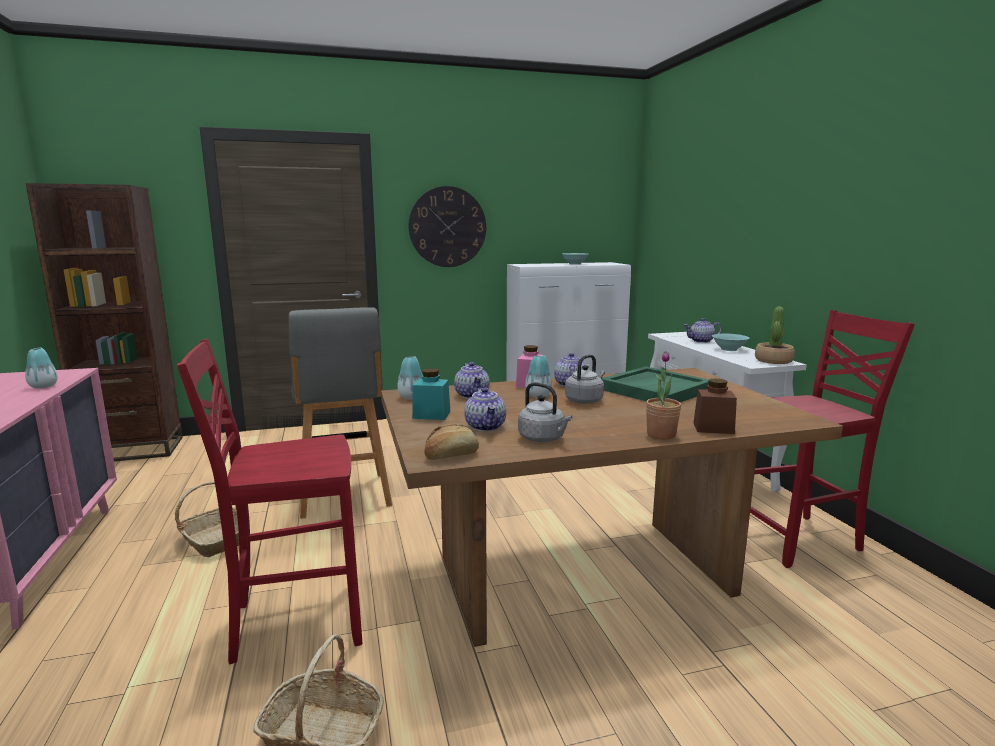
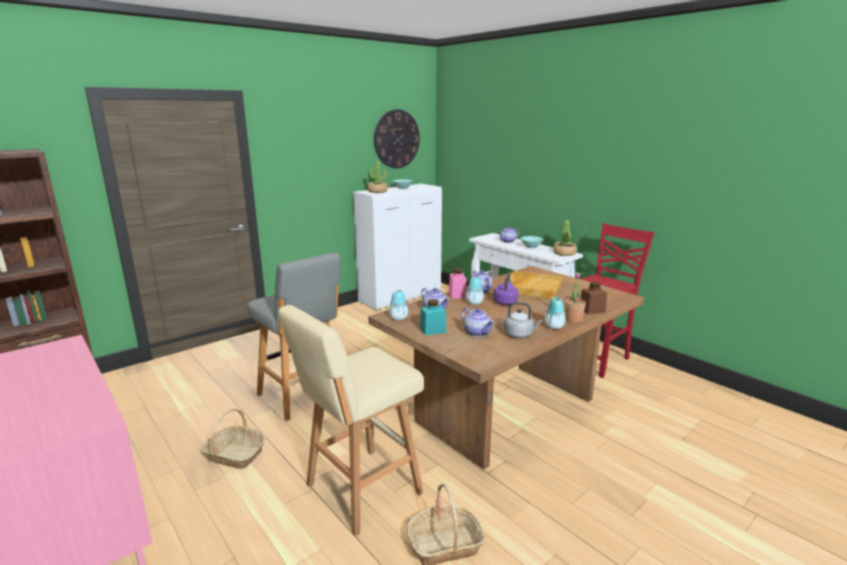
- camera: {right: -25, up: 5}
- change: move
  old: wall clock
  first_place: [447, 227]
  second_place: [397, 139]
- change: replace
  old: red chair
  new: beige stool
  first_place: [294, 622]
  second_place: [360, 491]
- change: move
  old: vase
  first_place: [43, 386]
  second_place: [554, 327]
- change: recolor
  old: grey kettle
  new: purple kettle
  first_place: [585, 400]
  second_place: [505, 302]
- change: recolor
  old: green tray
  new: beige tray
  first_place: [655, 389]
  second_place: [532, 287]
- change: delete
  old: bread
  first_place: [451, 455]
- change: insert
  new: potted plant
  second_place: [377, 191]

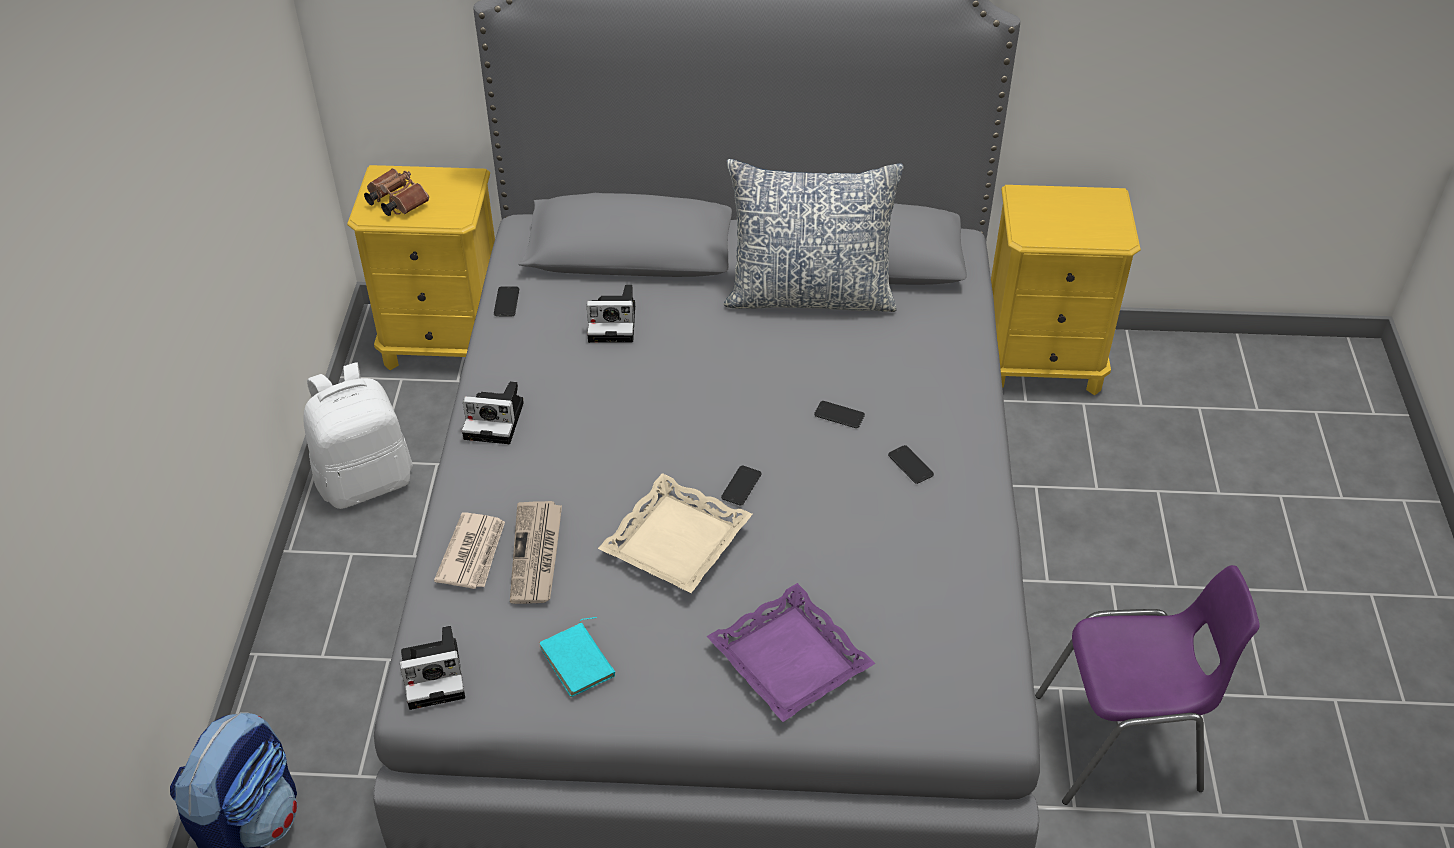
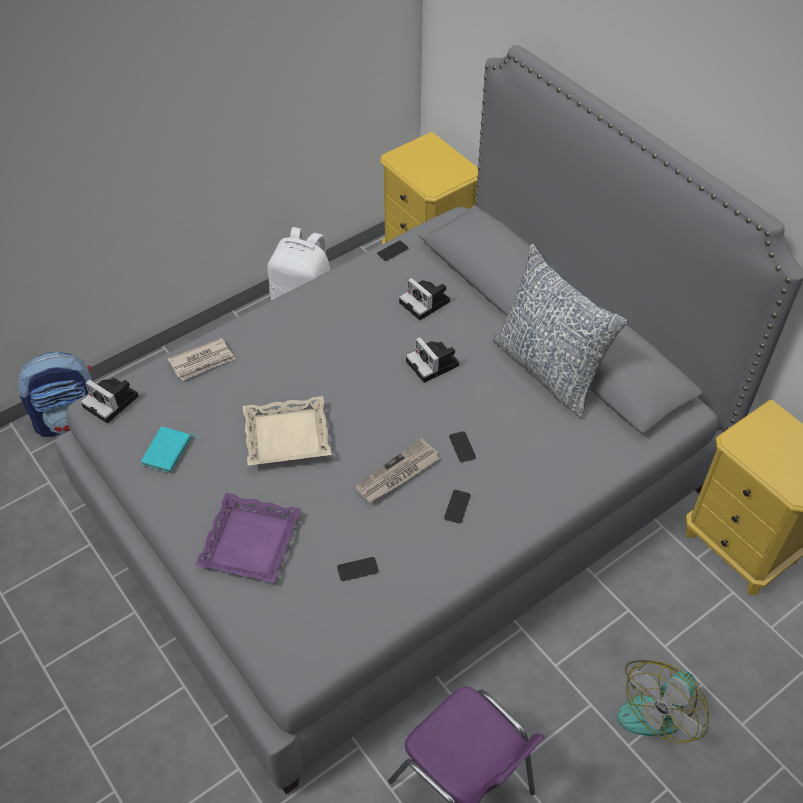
- camera: {right: 50, up: 5}
- change: delete
  old: brown binoculars
  first_place: [395, 202]
- change: move
  old: photo camera
  first_place: [497, 420]
  second_place: [434, 364]
- change: move
  old: phone
  first_place: [741, 486]
  second_place: [357, 569]
- change: move
  old: newspaper
  first_place: [537, 555]
  second_place: [397, 474]
- change: insert
  new: fan
  second_place: [659, 706]

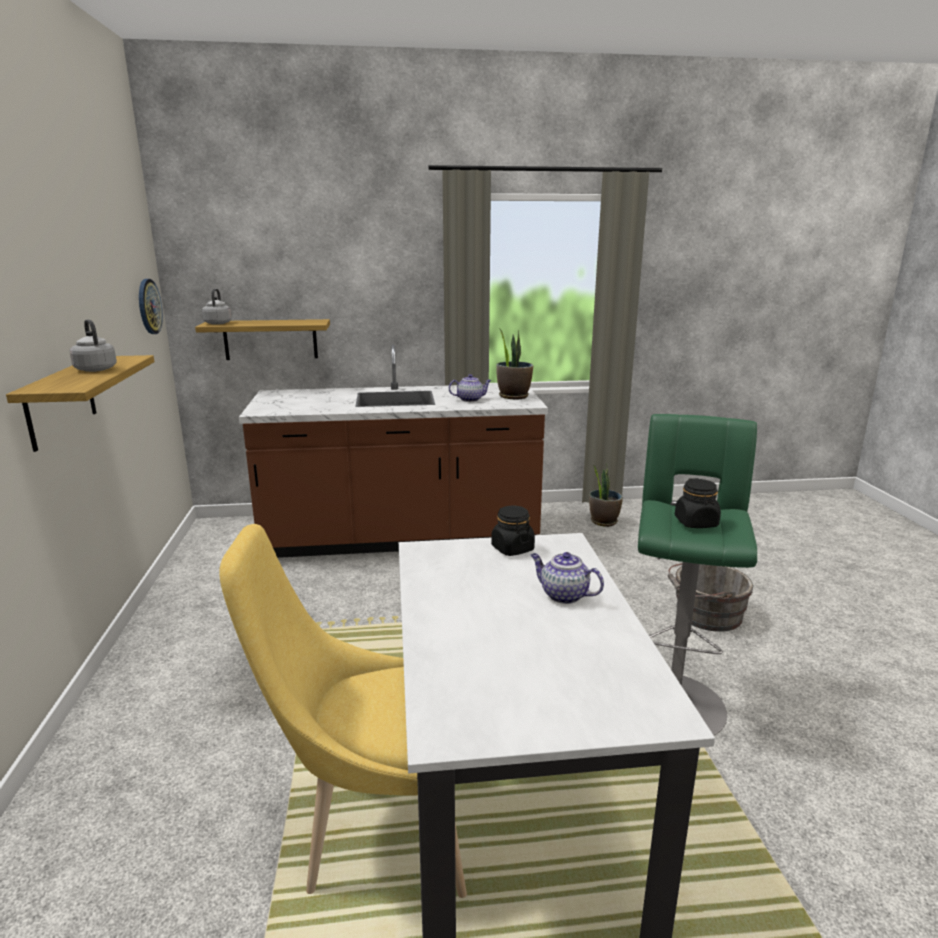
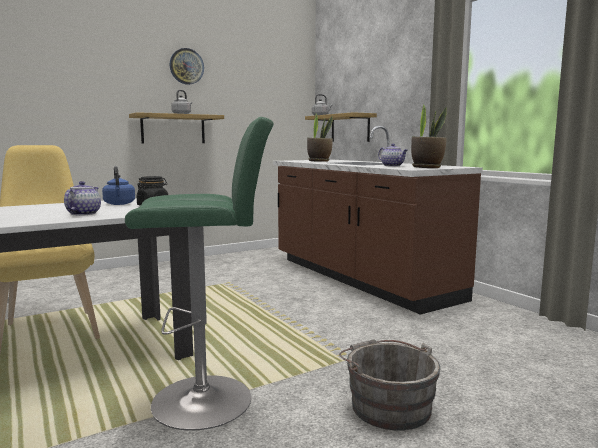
- camera: {right: 65, up: -10}
- change: move
  old: wall clock
  first_place: [149, 306]
  second_place: [186, 66]
- change: move
  old: potted plant
  first_place: [603, 521]
  second_place: [319, 161]
- change: delete
  old: black jar
  first_place: [696, 523]
- change: insert
  new: blue kettle
  second_place: [119, 204]

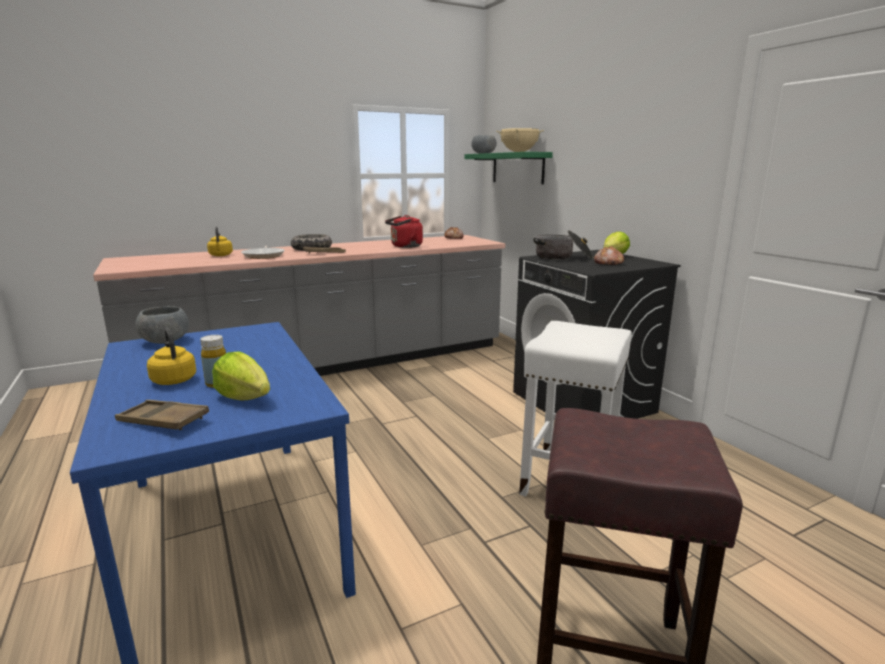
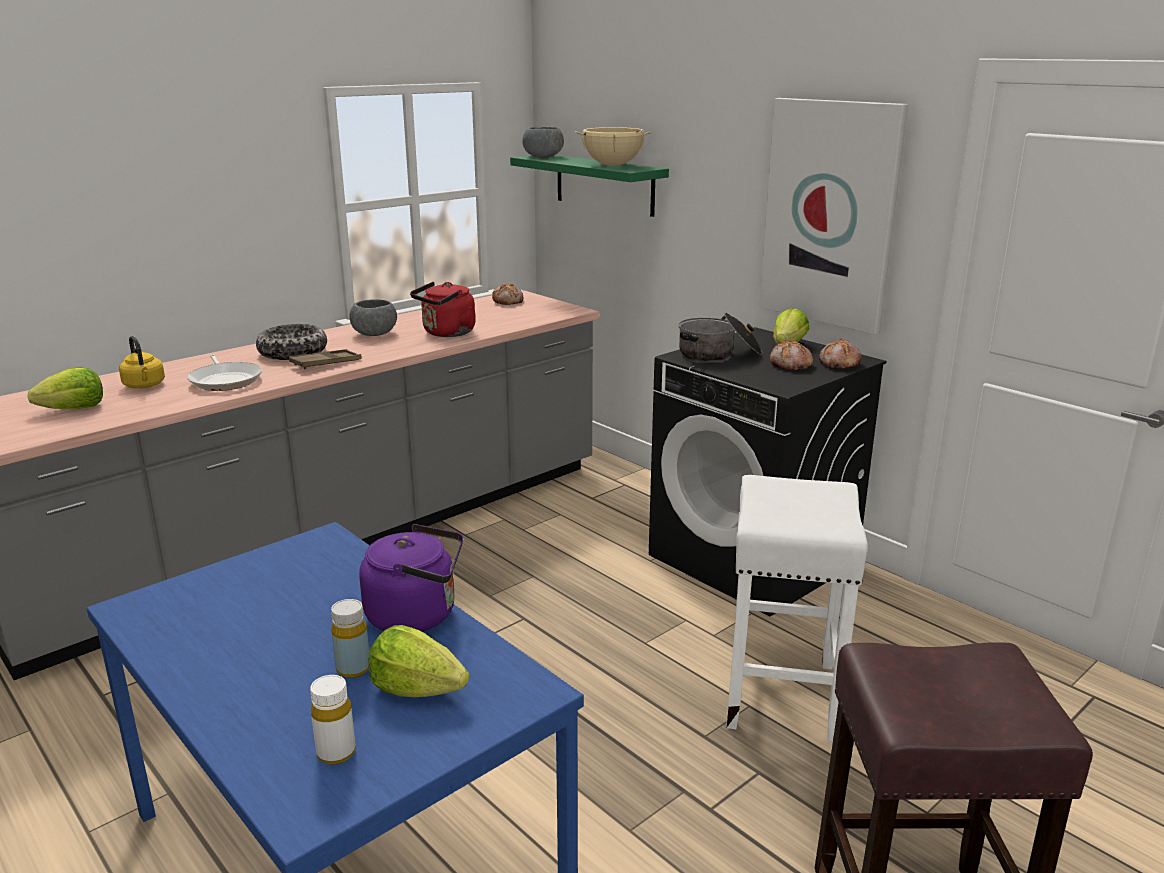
- camera: {right: -15, up: 5}
- change: move
  old: grey bowl
  first_place: [165, 341]
  second_place: [375, 334]
- change: delete
  old: yellow kettle
  first_place: [174, 379]
- change: replace
  old: brown tray
  new: white bottle
  first_place: [163, 421]
  second_place: [336, 753]
- change: insert
  new: picture
  second_place: [830, 214]
- change: insert
  new: bread
  second_place: [838, 363]
- change: insert
  new: lettuce
  second_place: [74, 409]
- change: insert
  new: purple kettle
  second_place: [417, 615]

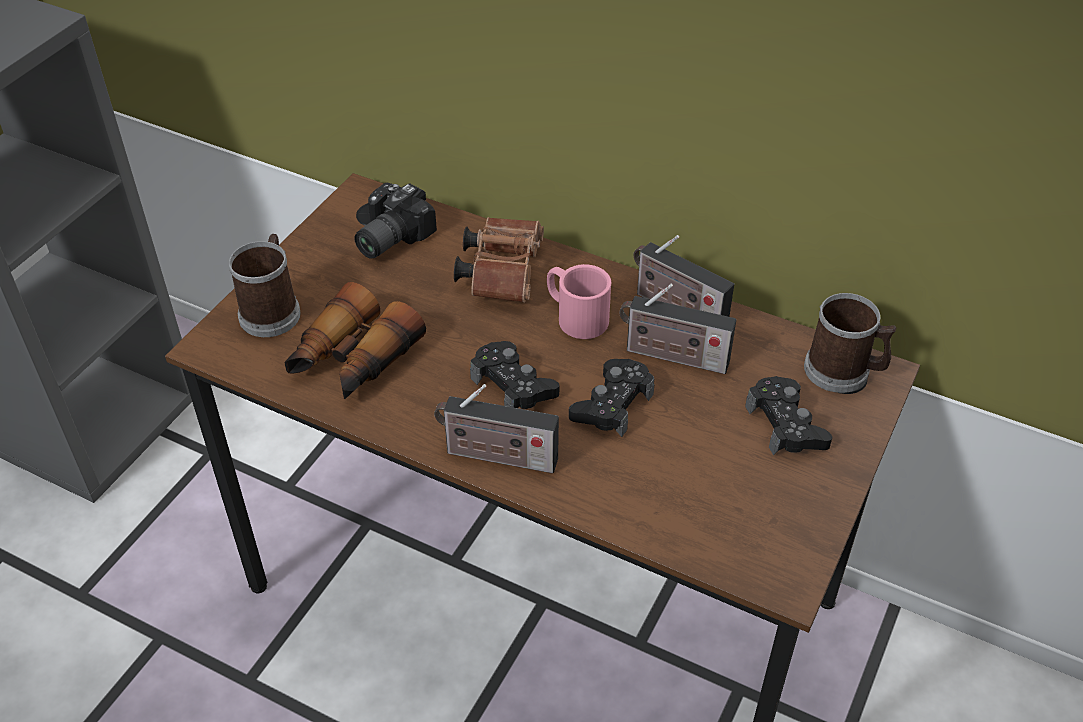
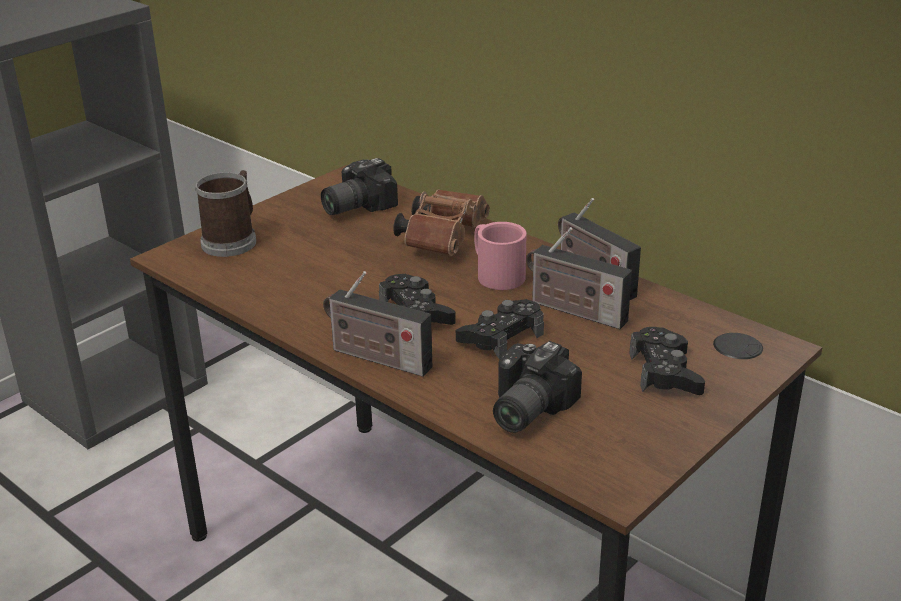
- camera: {right: 15, up: -15}
- change: delete
  old: binoculars
  first_place: [352, 360]
- change: delete
  old: mug
  first_place: [844, 371]
- change: insert
  new: photo camera
  second_place: [523, 408]

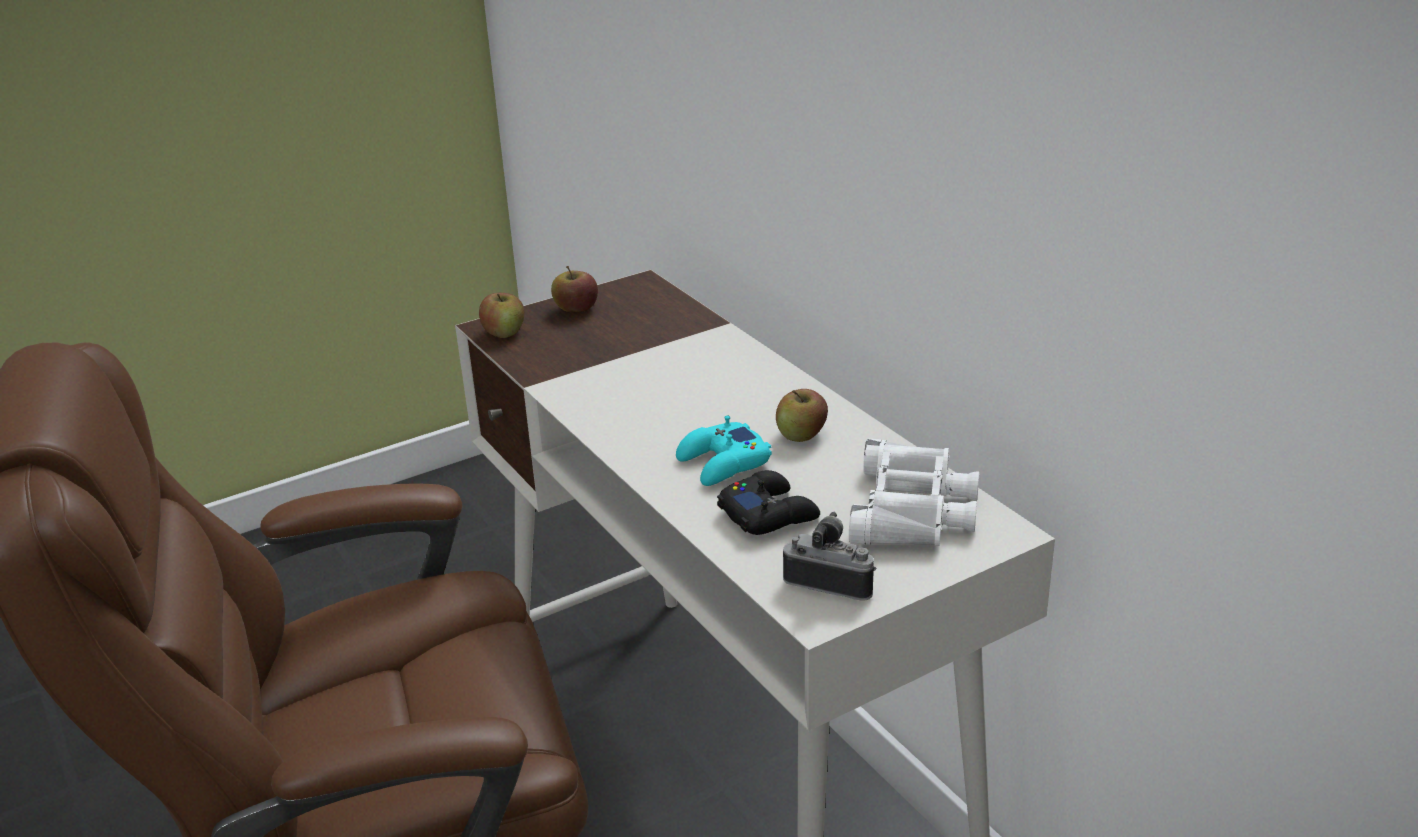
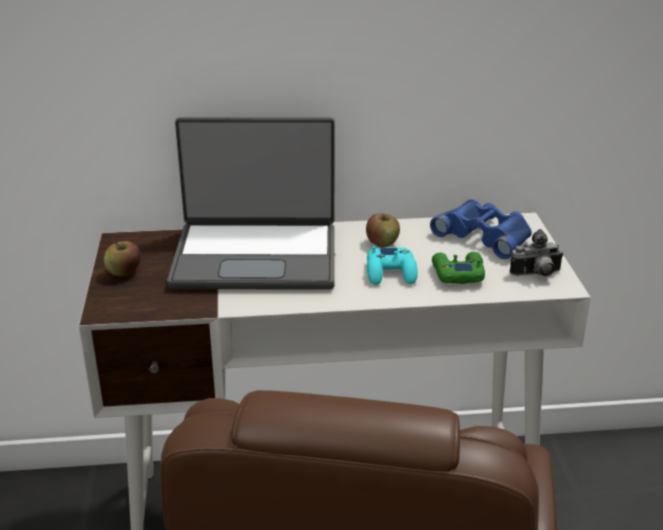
- camera: {right: -65, up: 0}
- change: delete
  old: apple
  first_place: [504, 332]
- change: recolor
  old: white binoculars
  new: blue binoculars
  first_place: [914, 509]
  second_place: [485, 235]
- change: recolor
  old: black game controller
  new: green game controller
  first_place: [768, 514]
  second_place: [457, 273]
- change: rotate
  old: photo camera
  first_place: [830, 583]
  second_place: [536, 275]
  degrees: -150
- change: insert
  new: laptop
  second_place: [256, 257]

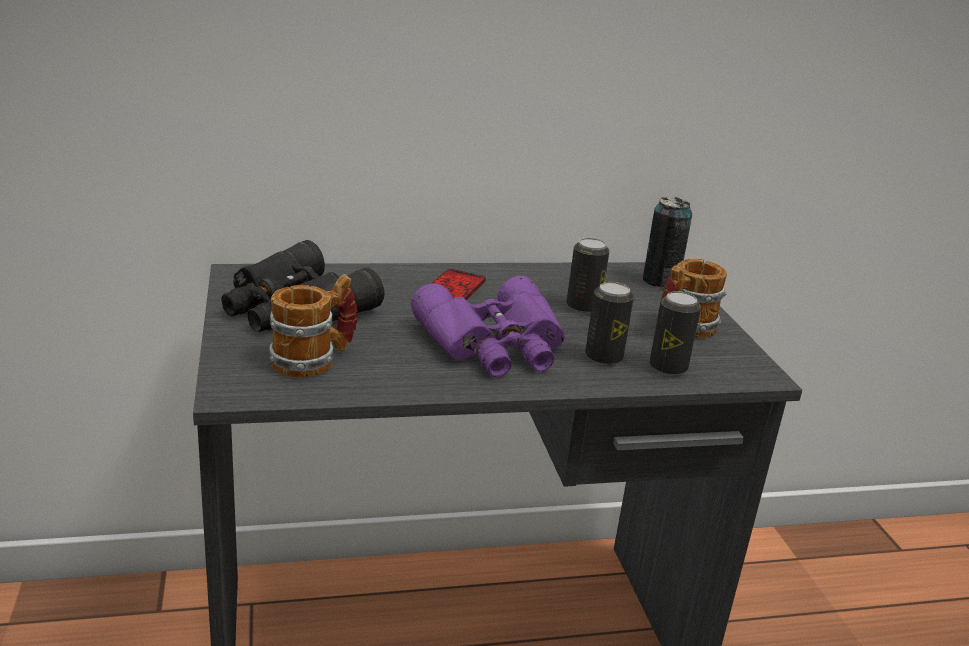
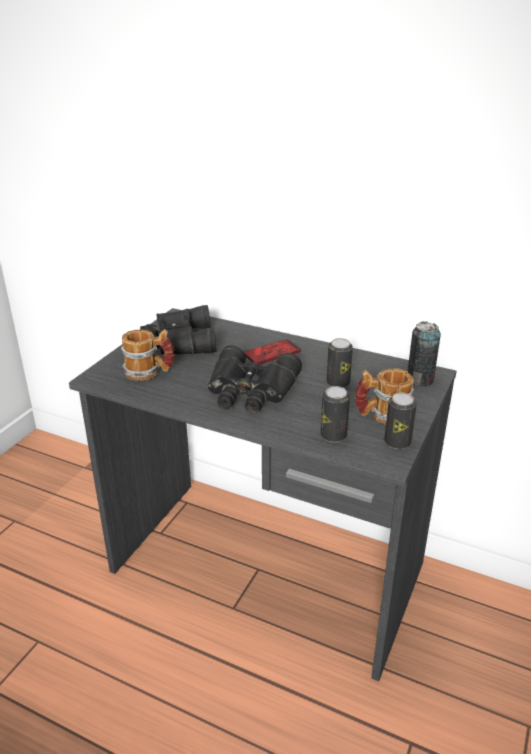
- camera: {right: 40, up: 5}
- change: recolor
  old: purple binoculars
  new: black binoculars
  first_place: [495, 345]
  second_place: [250, 391]
- change: move
  old: can
  first_place: [603, 357]
  second_place: [397, 442]

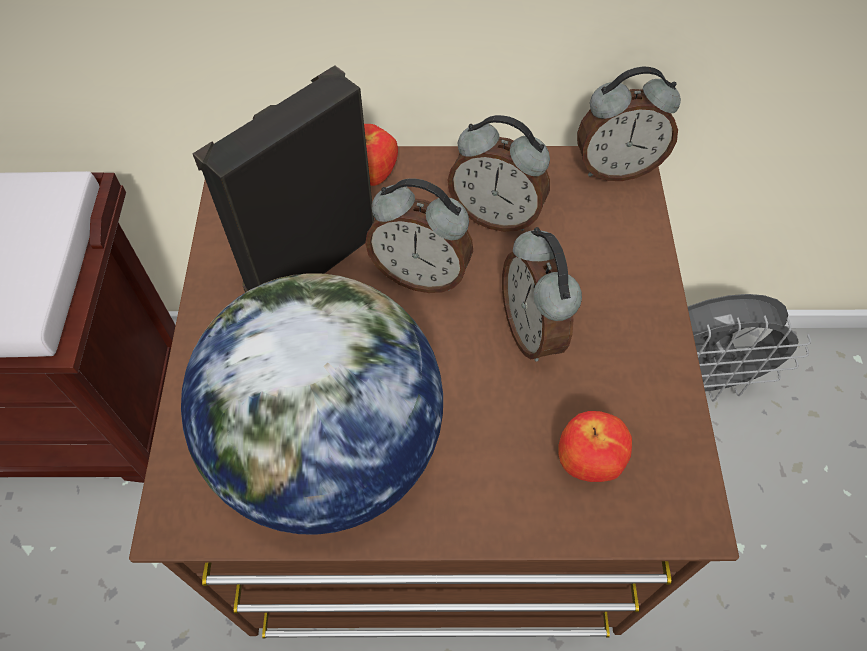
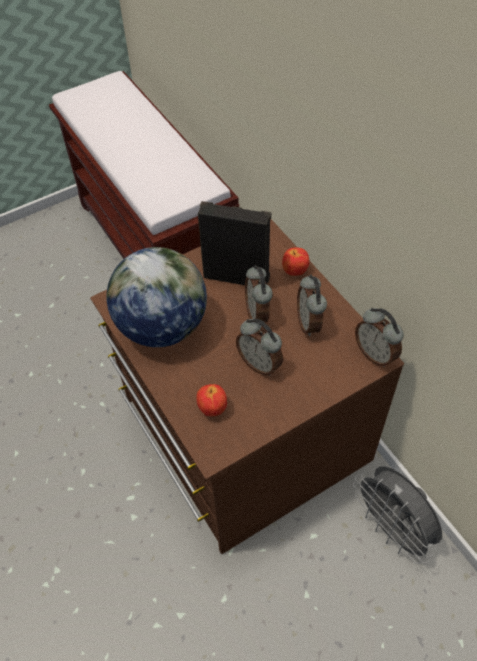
- camera: {right: 60, up: -5}
- change: rotate
  old: alarm clock
  first_place: [533, 330]
  second_place: [260, 363]
  degrees: -90

